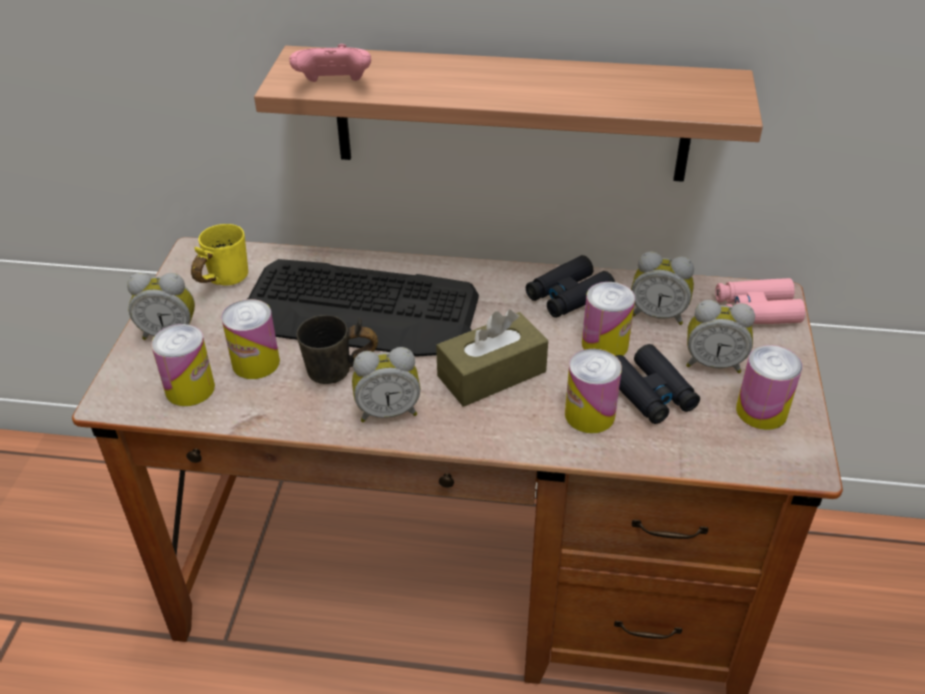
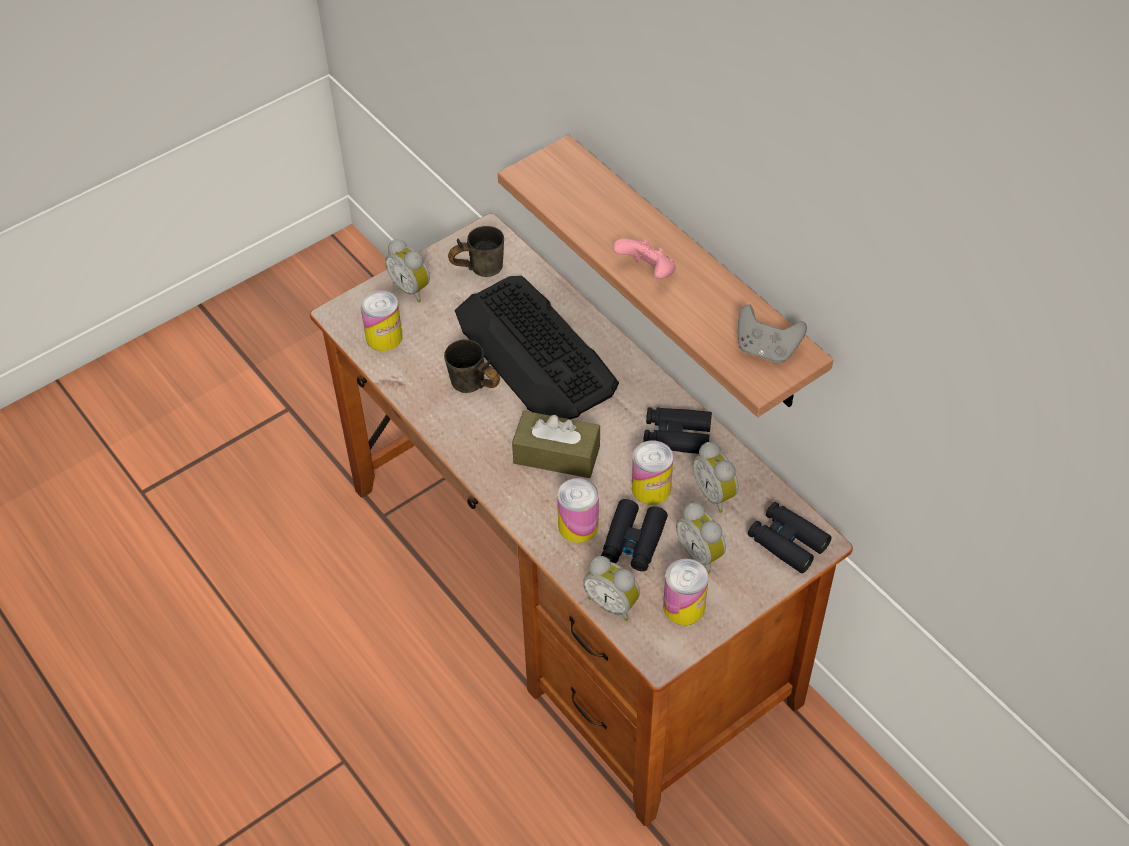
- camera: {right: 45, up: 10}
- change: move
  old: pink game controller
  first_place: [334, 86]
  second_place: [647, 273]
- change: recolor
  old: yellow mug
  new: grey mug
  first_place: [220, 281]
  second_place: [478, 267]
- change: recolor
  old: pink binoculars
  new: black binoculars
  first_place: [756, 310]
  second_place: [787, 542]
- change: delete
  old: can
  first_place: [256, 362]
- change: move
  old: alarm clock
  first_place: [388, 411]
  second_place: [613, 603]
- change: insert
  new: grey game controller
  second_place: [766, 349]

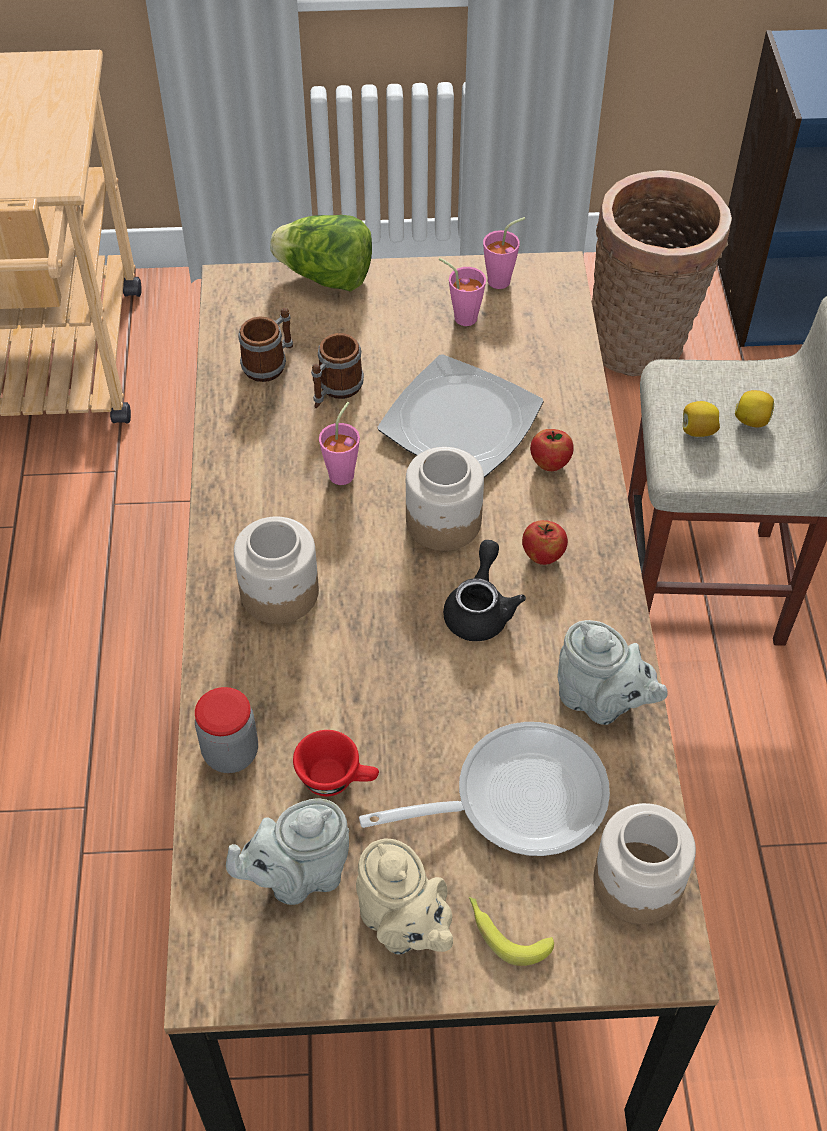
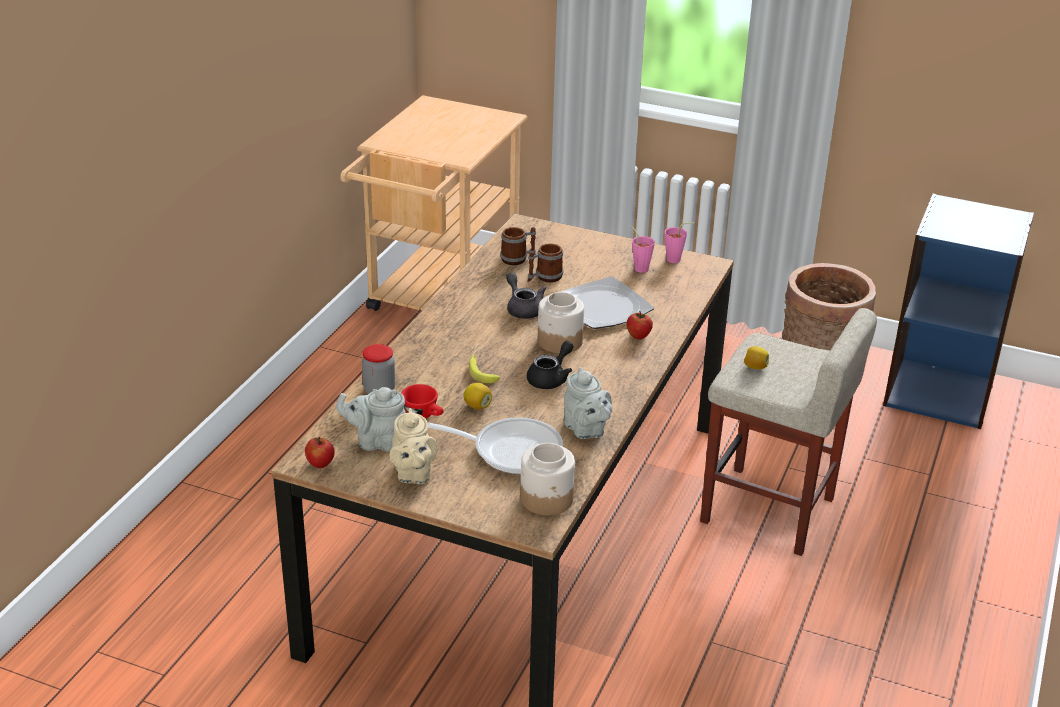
- camera: {right: 25, up: -20}
- change: delete
  old: lettuce
  first_place: [326, 277]
- change: move
  old: lemon
  first_place: [752, 420]
  second_place: [477, 406]
- change: replace
  old: pink cup
  new: grey teapot
  first_place: [344, 471]
  second_place: [523, 308]
- change: delete
  old: jar
  first_place: [278, 592]
- change: move
  old: apple
  first_place: [543, 555]
  second_place: [320, 464]
- change: move
  old: banana
  first_place: [505, 932]
  second_place: [481, 372]

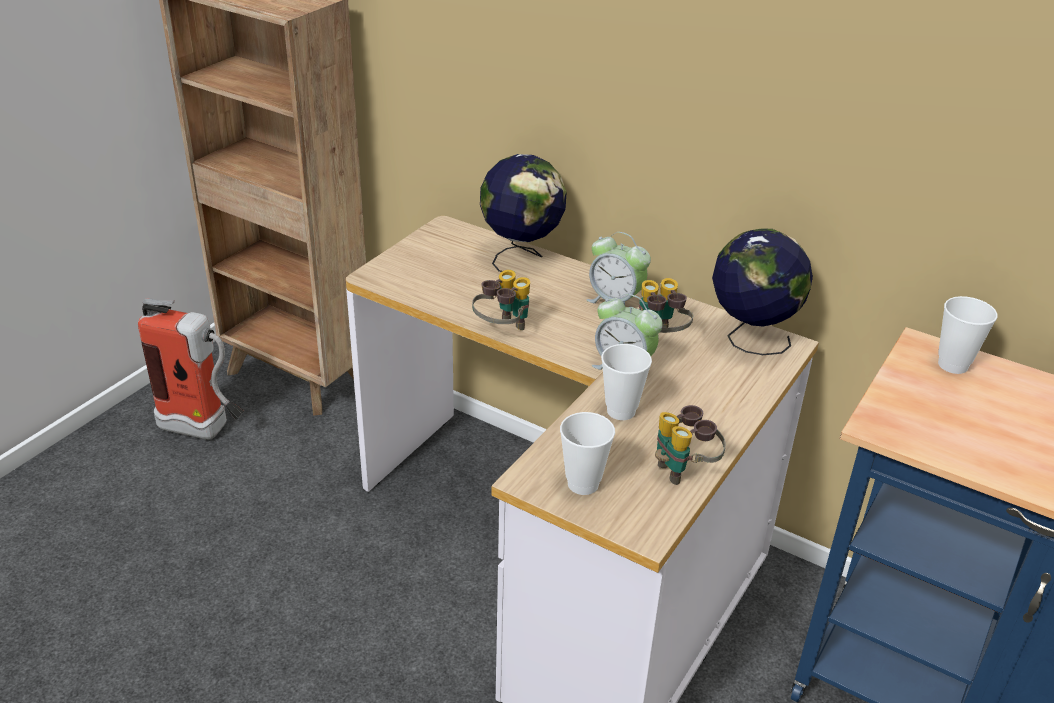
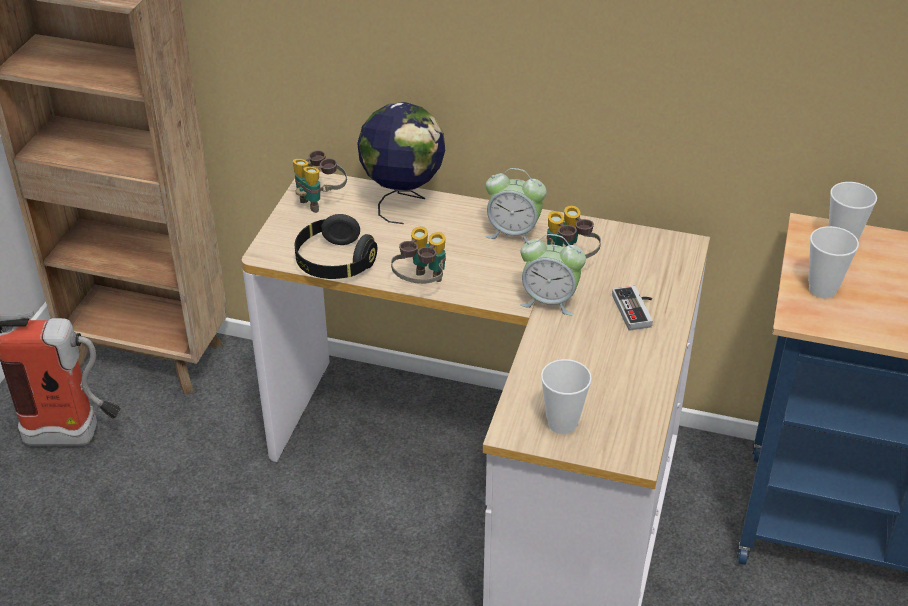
- camera: {right: -15, up: 5}
- change: delete
  old: globe
  first_place: [750, 339]
- change: move
  old: cup
  first_place: [621, 411]
  second_place: [822, 289]
- change: move
  old: binoculars
  first_place: [683, 469]
  second_place: [320, 201]
- change: insert
  new: black headphones
  second_place: [334, 263]
- change: insert
  new: game controller
  second_place: [637, 310]

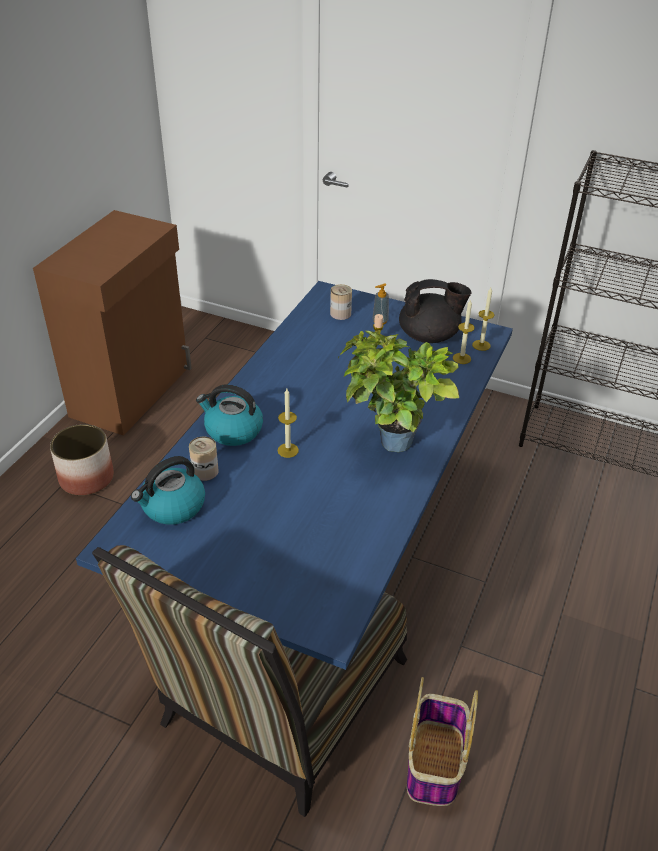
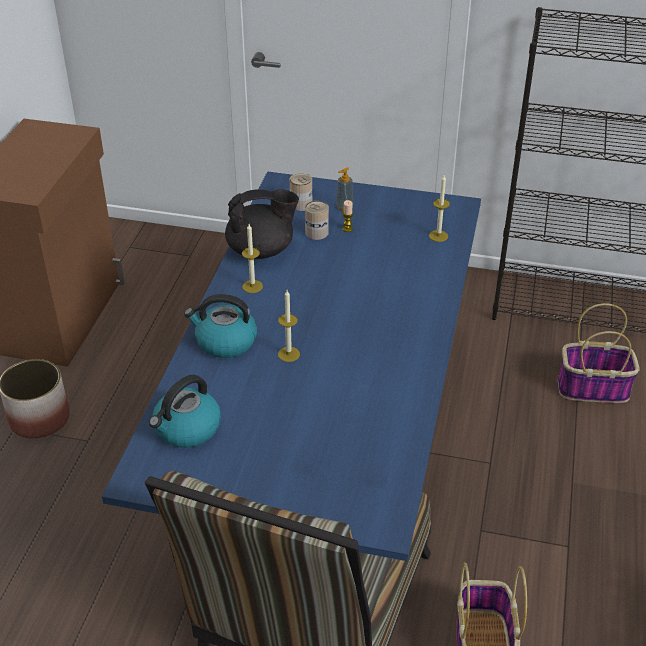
- camera: {right: -10, up: 0}
- change: move
  old: black teapot
  first_place: [429, 336]
  second_place: [261, 250]
- change: move
  old: candle
  first_place: [481, 345]
  second_place: [252, 286]
- change: delete
  old: potted plant
  first_place: [389, 446]
- change: move
  old: can
  first_place: [205, 471]
  second_place: [316, 233]
- change: insert
  new: basket
  second_place: [593, 388]

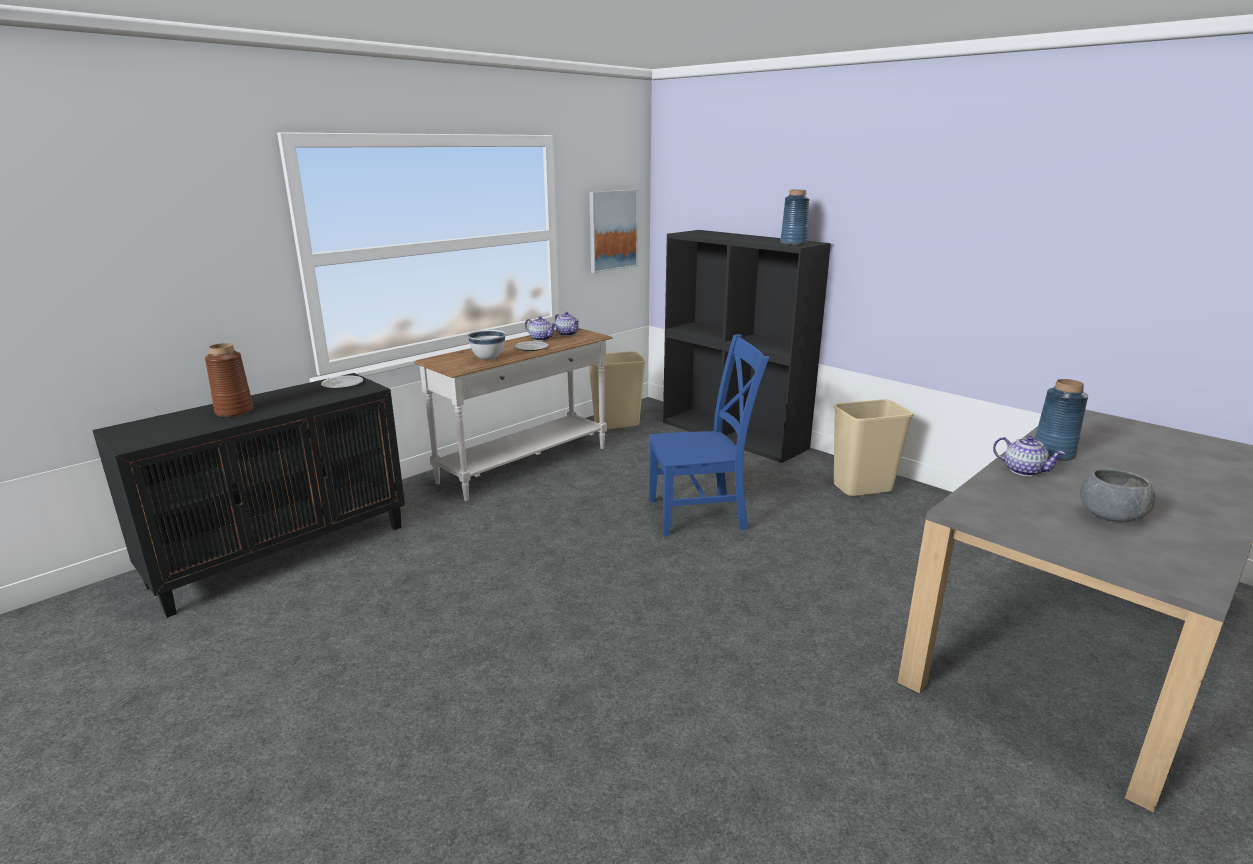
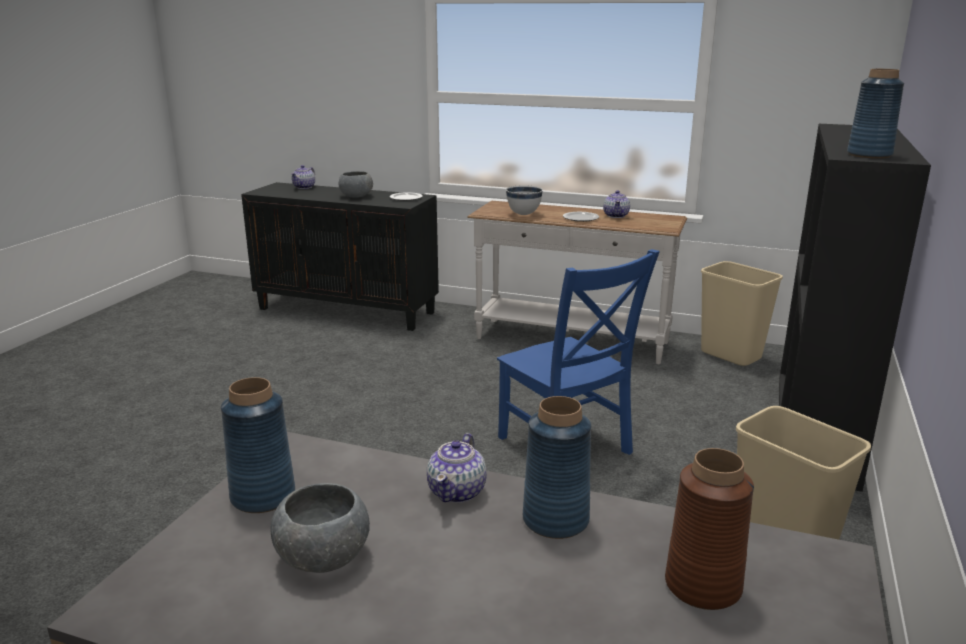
- camera: {right: 65, up: 0}
- change: delete
  old: picture
  first_place: [612, 230]
- change: move
  old: teapot
  first_place: [567, 334]
  second_place: [304, 187]
- change: move
  old: brown vase
  first_place: [234, 411]
  second_place: [702, 585]
- change: insert
  new: grey bowl
  second_place: [356, 196]
- change: insert
  new: blue vase
  second_place: [262, 496]

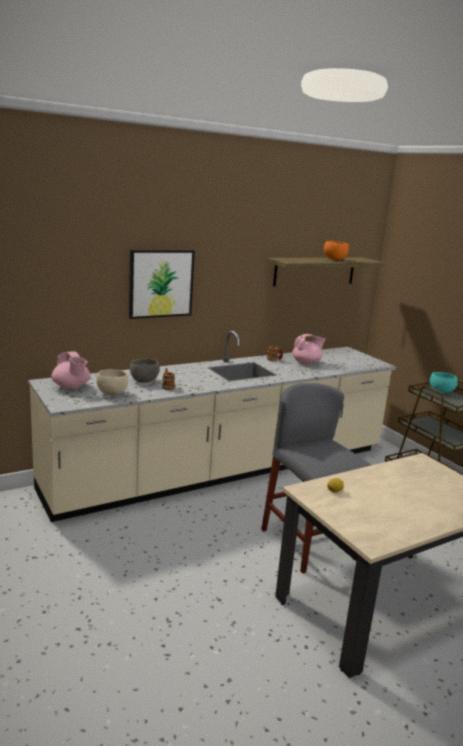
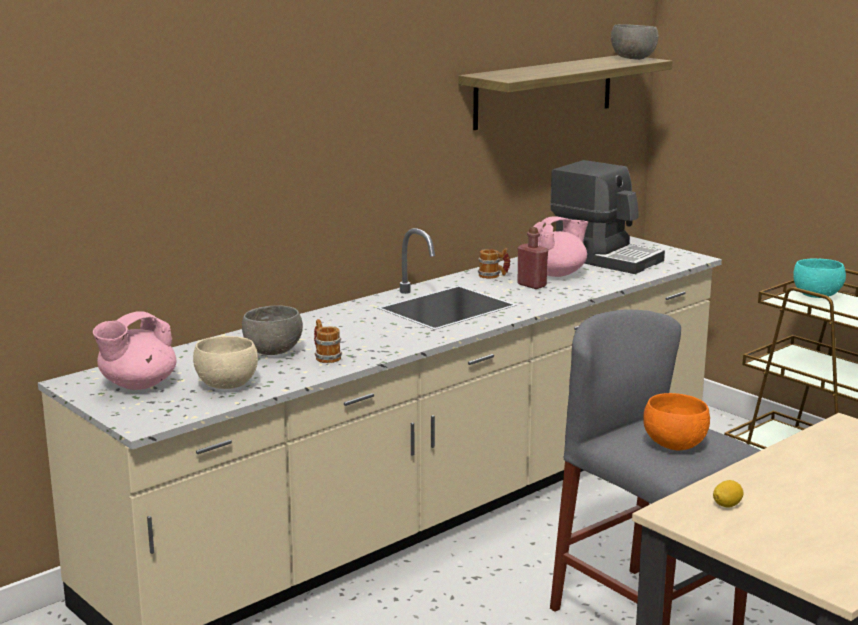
- camera: {right: -10, up: 0}
- change: move
  old: orange bowl
  first_place: [335, 259]
  second_place: [675, 446]
- change: delete
  old: picture
  first_place: [161, 283]
- change: rotate
  old: pink teapot
  first_place: [71, 387]
  second_place: [137, 385]
  degrees: 90
- change: insert
  new: grey bowl
  second_place: [634, 59]
- change: insert
  new: coffee machine
  second_place: [605, 258]
- change: insert
  new: red bottle
  second_place: [531, 285]

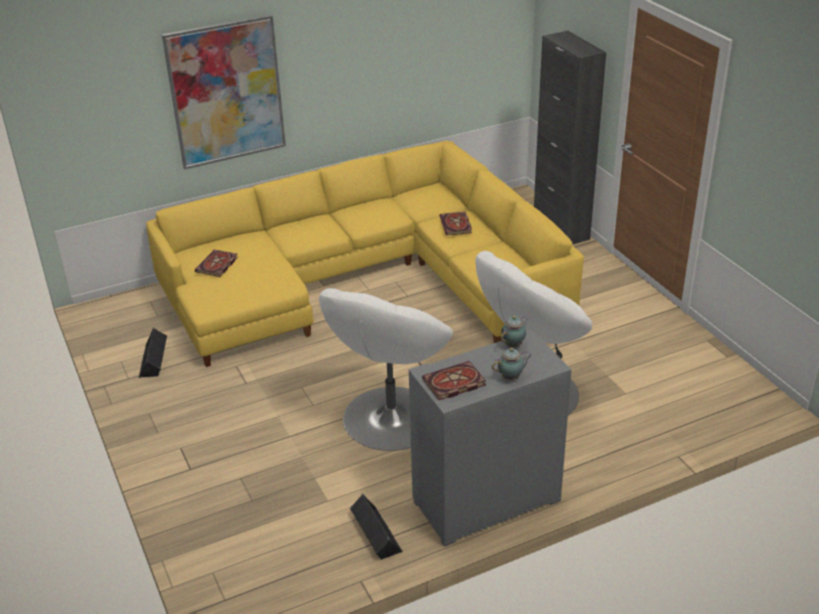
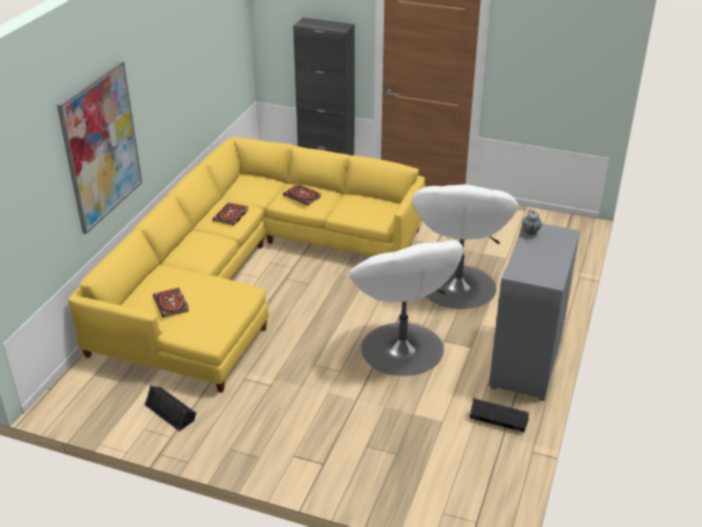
- camera: {right: -45, up: 0}
- change: delete
  old: teapot
  first_place: [511, 377]
- change: move
  old: book
  first_place: [453, 383]
  second_place: [231, 216]

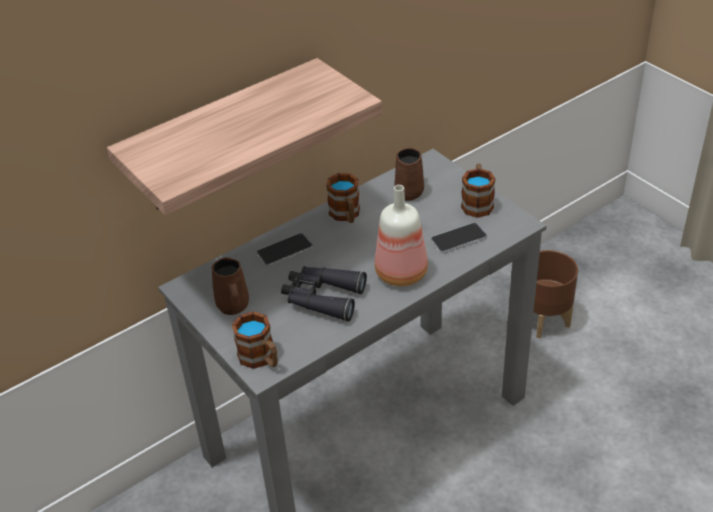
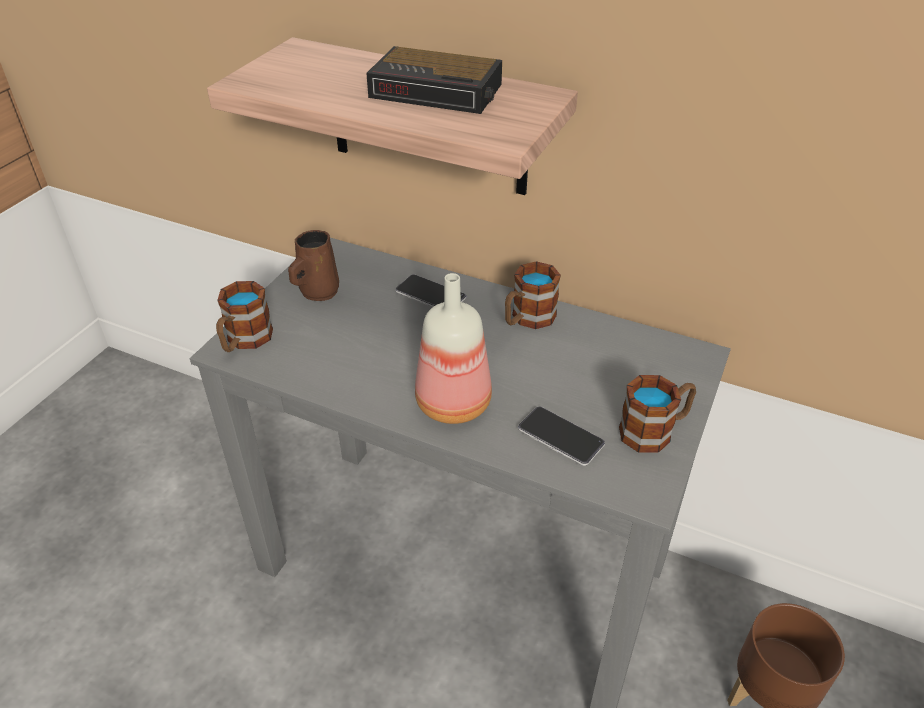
- camera: {right: 60, up: 0}
- change: delete
  old: brown mug
  first_place: [410, 191]
- change: delete
  old: black binoculars
  first_place: [322, 298]
- change: insert
  new: alarm clock
  second_place: [438, 91]

